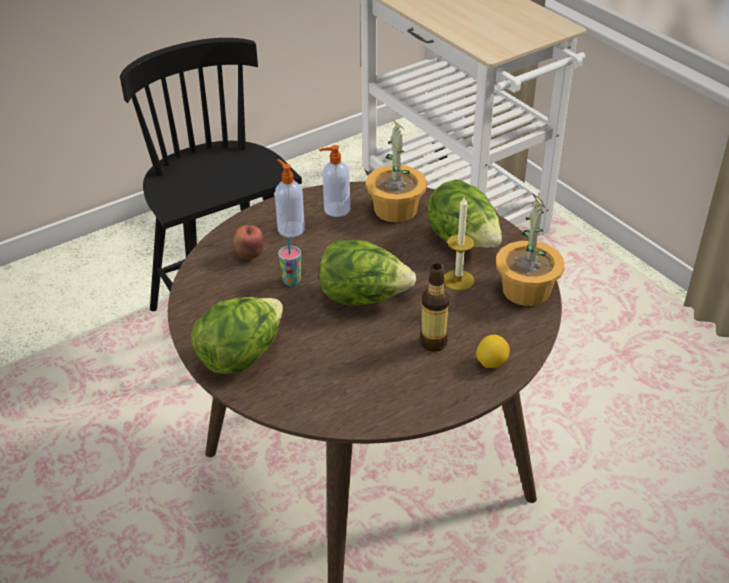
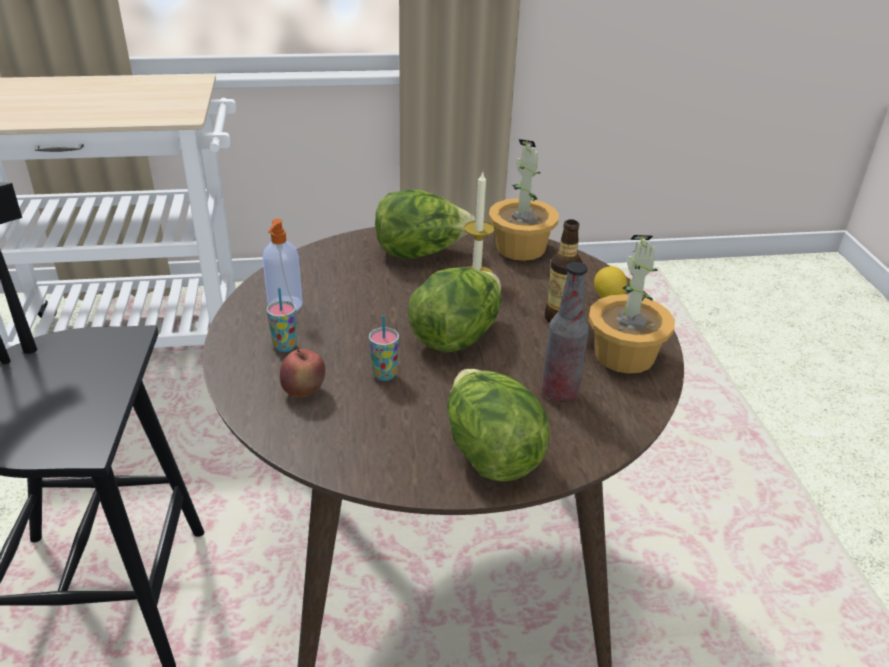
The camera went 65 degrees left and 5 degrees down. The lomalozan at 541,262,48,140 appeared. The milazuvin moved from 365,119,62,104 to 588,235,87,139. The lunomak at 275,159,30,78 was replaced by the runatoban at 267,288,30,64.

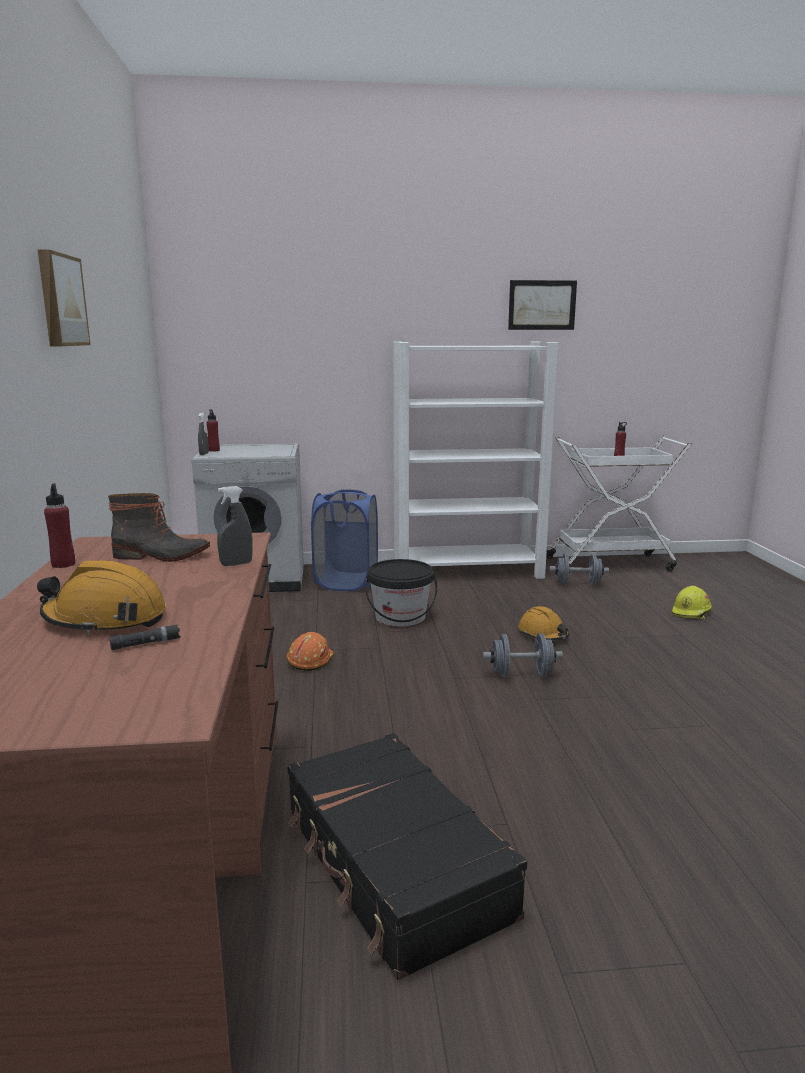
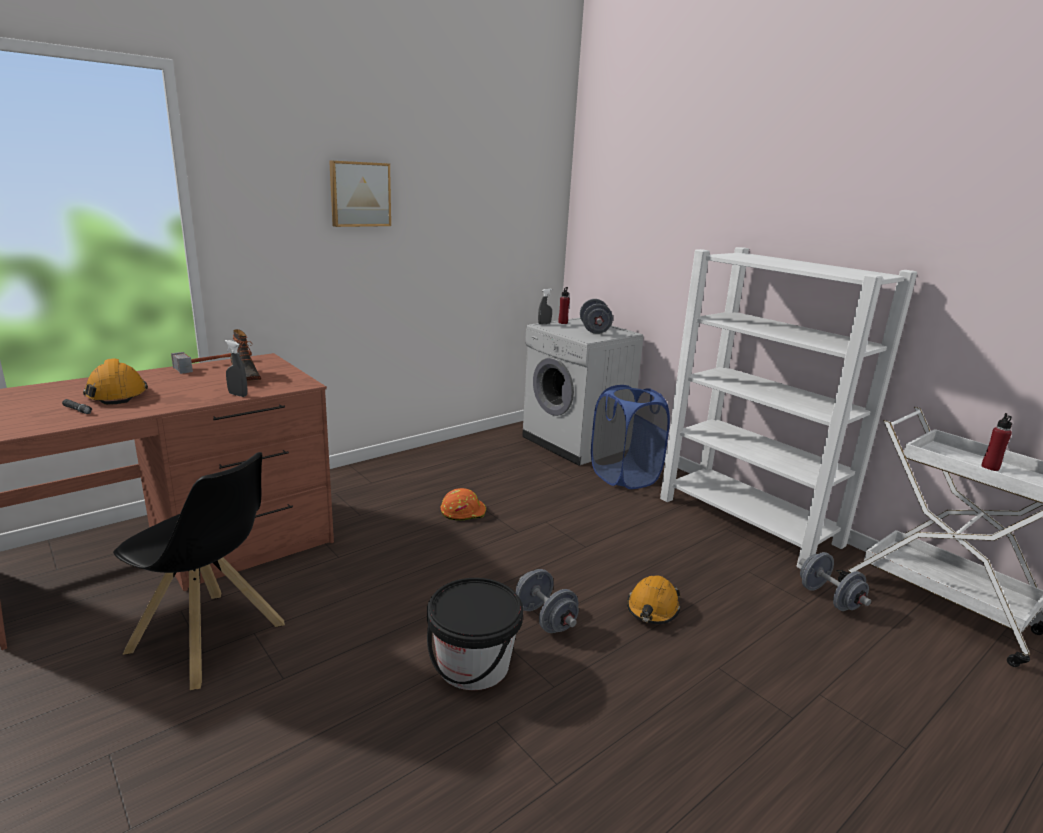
The camera went 55 degrees right and 5 degrees up. The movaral at 508,280,69,50 disappeared. The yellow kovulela at 672,586,40,33 disappeared. The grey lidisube at 580,299,33,35 appeared. The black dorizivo moved from 365,559,72,67 to 427,578,96,112. The red lomalozan at 44,483,31,85 was replaced by the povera at 171,350,81,24. The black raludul at 287,733,240,247 was replaced by the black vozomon at 113,452,172,238.

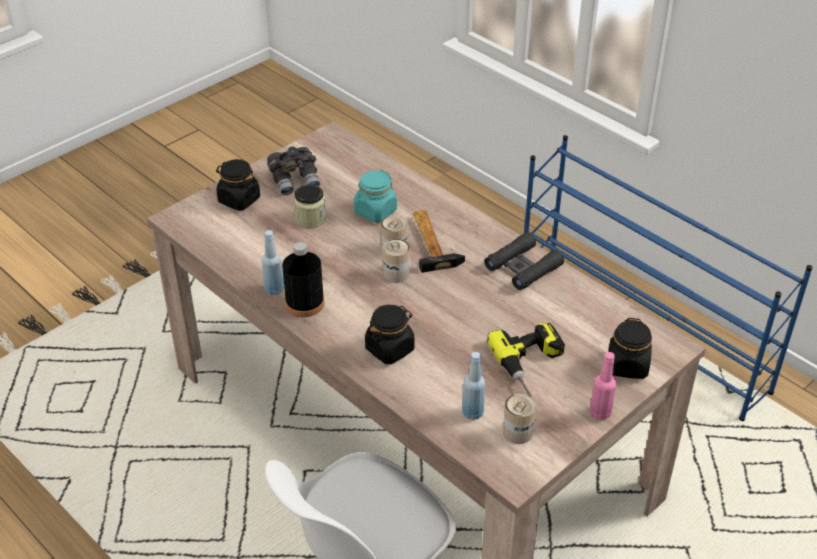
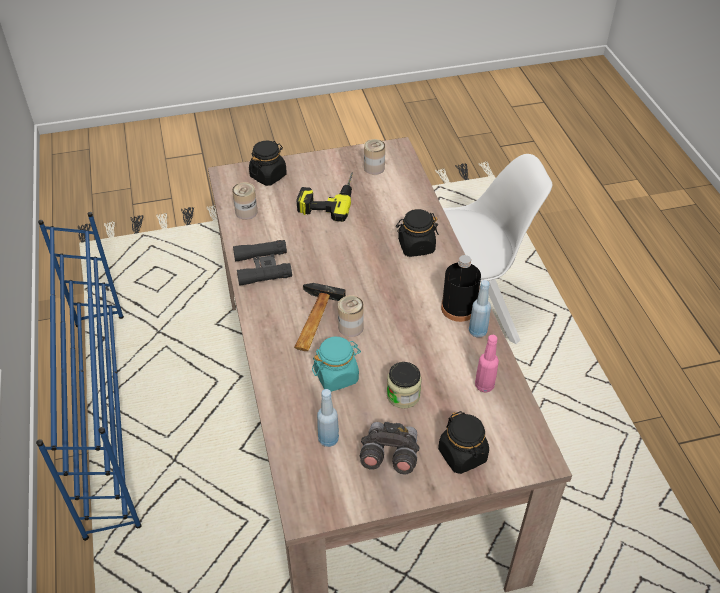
The camera went 150 degrees left and 5 degrees up. The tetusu moved from 383,239,27,44 to 232,182,26,38. The blue lomalozan moved from 462,352,23,68 to 317,389,22,58. The pink lomalozan moved from 589,352,27,68 to 475,335,24,57.

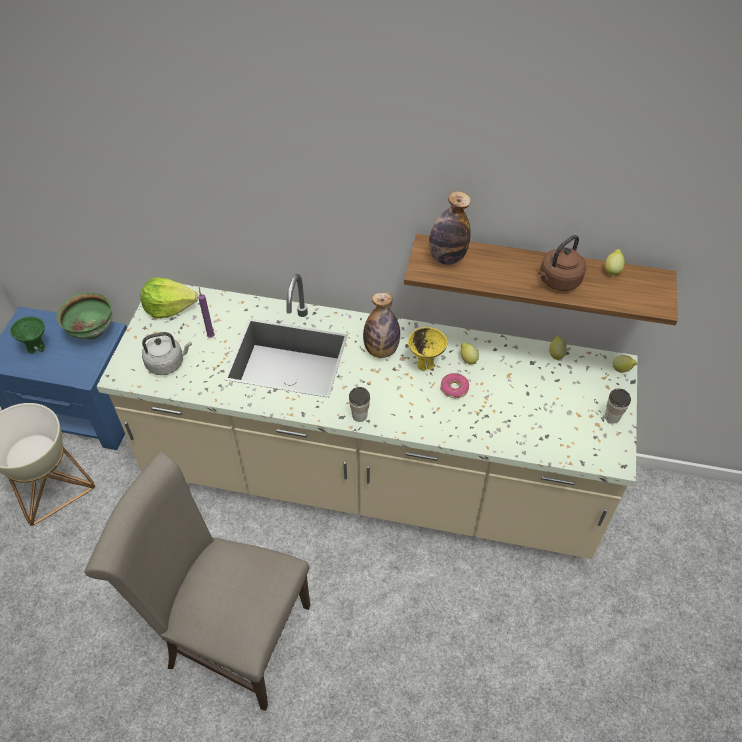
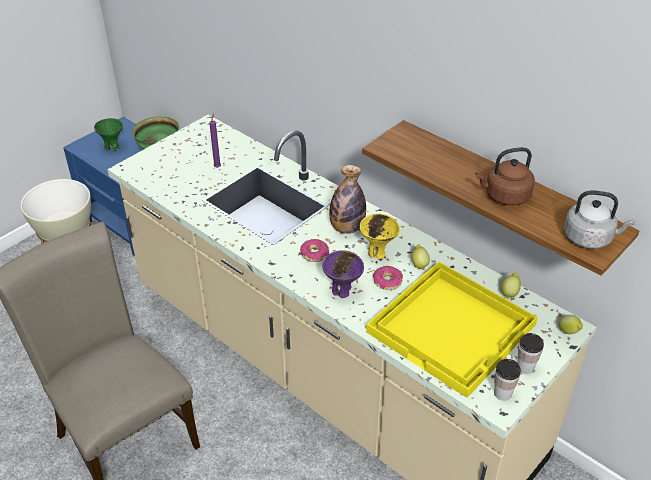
The camera went 30 degrees right and 10 degrees down. The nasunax at 141,277,57,41 disappeared. The lomalozan at 429,191,42,74 disappeared. The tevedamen at 605,249,20,28 disappeared. The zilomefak at 300,239,29,23 appeared. The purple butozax at 322,250,42,48 appeared. The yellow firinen at 366,262,172,136 appeared. The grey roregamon moved from 142,332,50,43 to 564,190,71,59. The runatoban moved from 349,387,21,35 to 494,359,27,42.

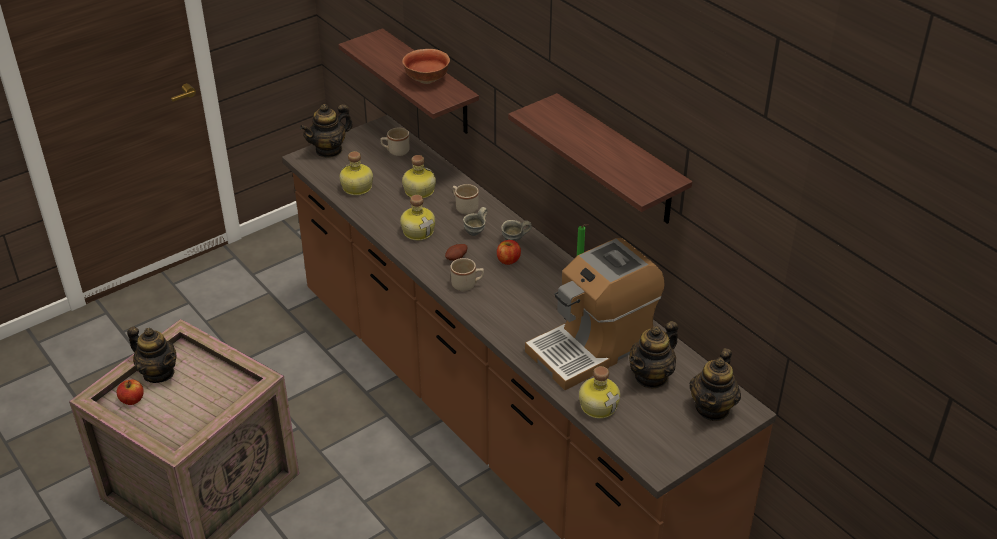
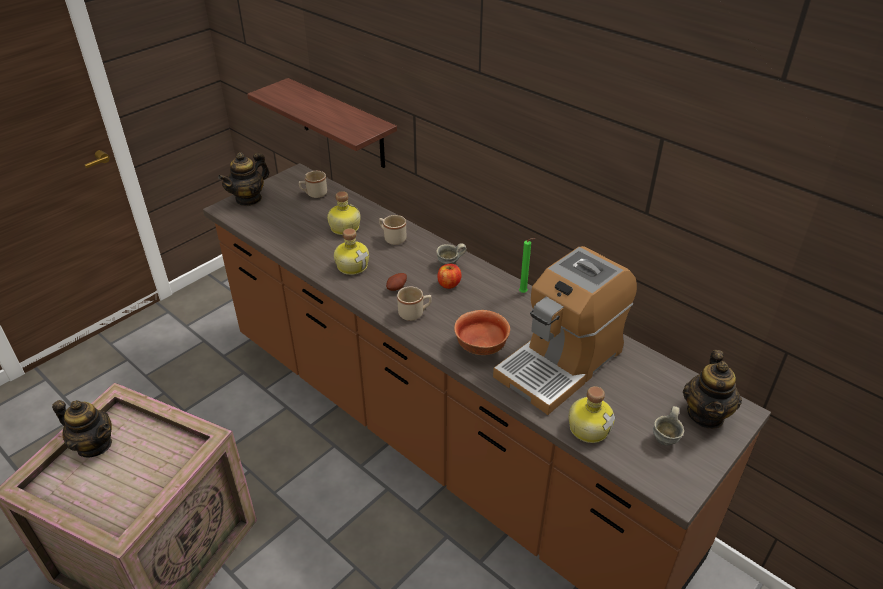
The camera went 10 degrees left and 0 degrees up. The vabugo at 117,380,27,25 disappeared. The lomalozan at 340,151,33,44 disappeared. The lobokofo at 508,93,184,131 disappeared. The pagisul at 629,321,49,68 disappeared. The butozax moved from 402,49,48,35 to 454,310,56,45. The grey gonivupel moved from 463,207,25,29 to 653,406,31,40.

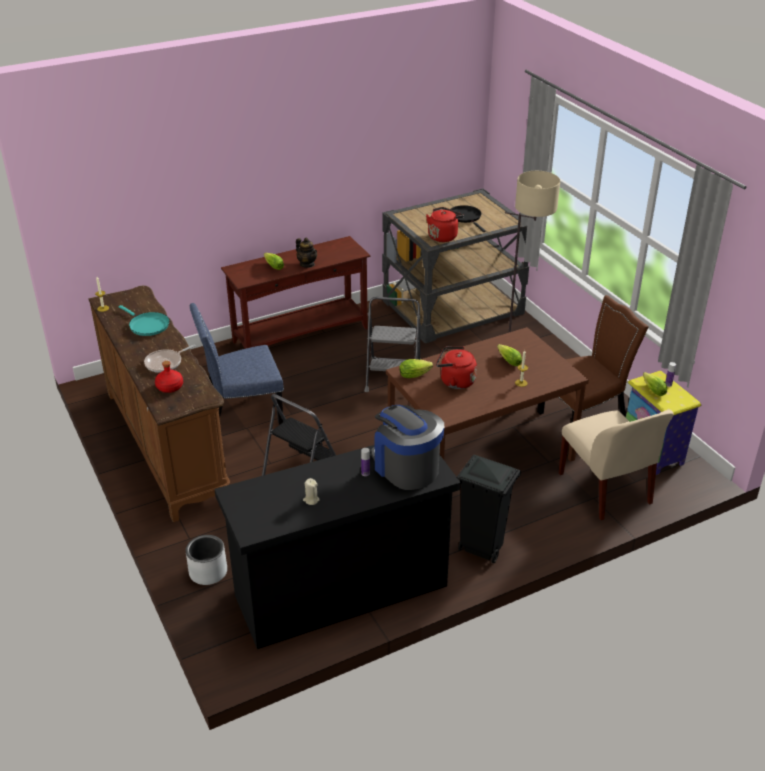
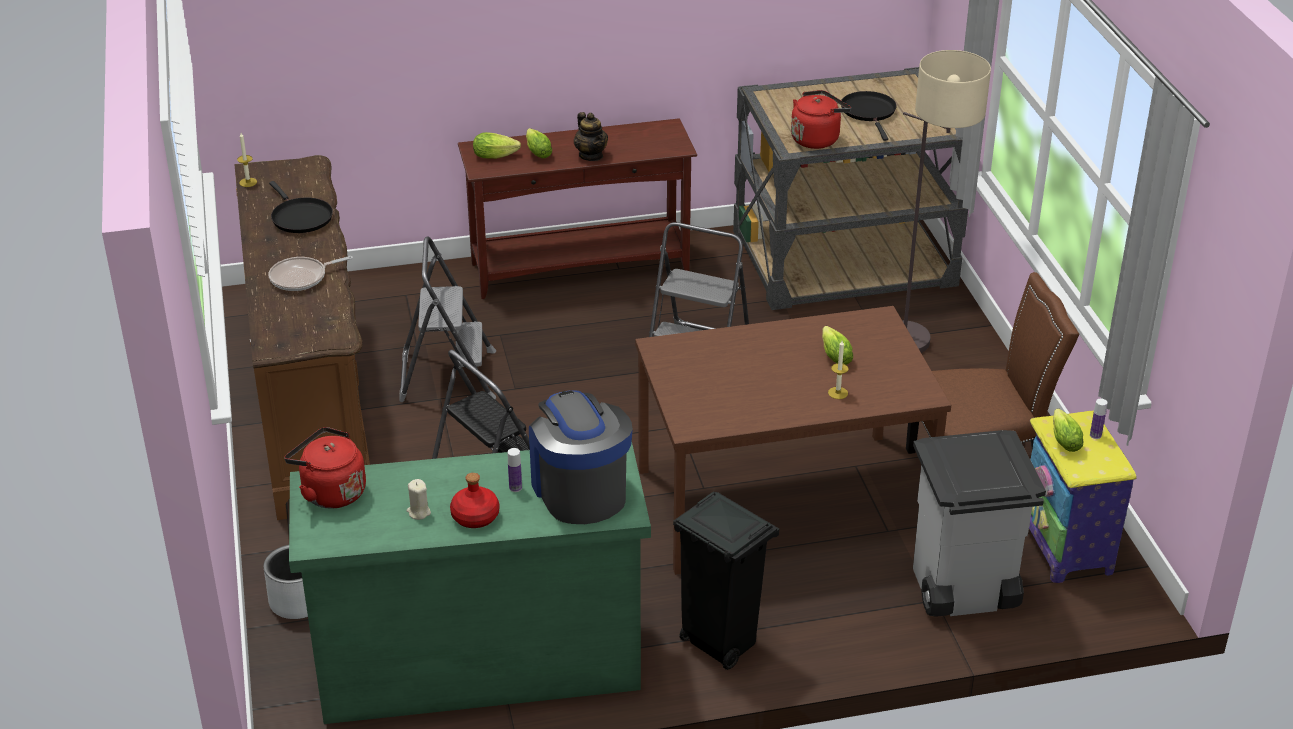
The camera went 15 degrees right and 0 degrees up. The red lomalozan moved from 155,361,28,32 to 450,473,49,55. The nasunax moved from 399,359,34,19 to 473,132,48,27. The red roregamon moved from 436,346,41,43 to 284,427,82,81. The blue vozomon at 190,303,94,122 was replaced by the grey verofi at 399,237,97,165. The beige vozomon at 559,410,115,110 was replaced by the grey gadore at 913,430,133,187. The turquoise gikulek at 119,305,50,31 became the black gikulek at 269,181,64,52. The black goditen at 214,445,247,204 became the green goditen at 289,442,362,282.

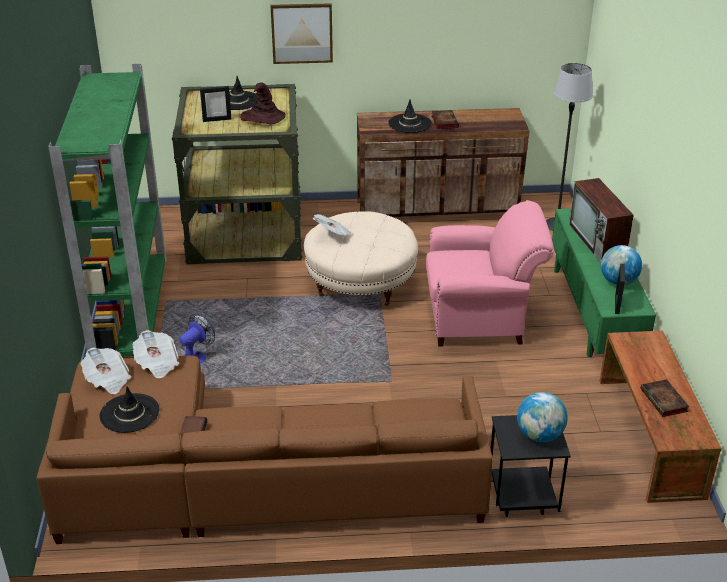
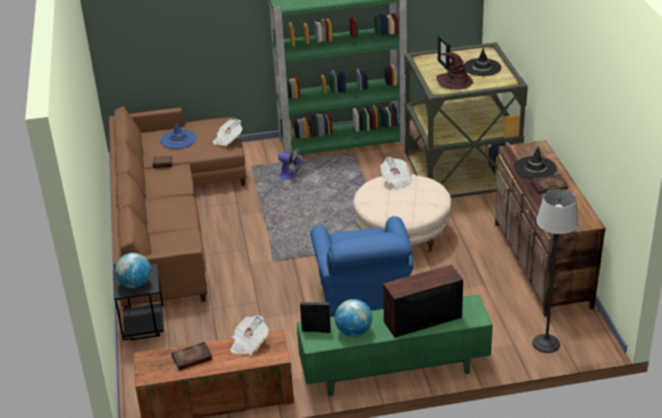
The camera went 85 degrees right and 0 degrees up. The movaral at 271,3,62,61 disappeared. The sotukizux moved from 81,347,50,47 to 231,315,37,40. The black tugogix at 100,386,59,47 became the blue tugogix at 161,122,36,27. The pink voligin at 426,200,128,147 became the blue voligin at 310,216,104,101.

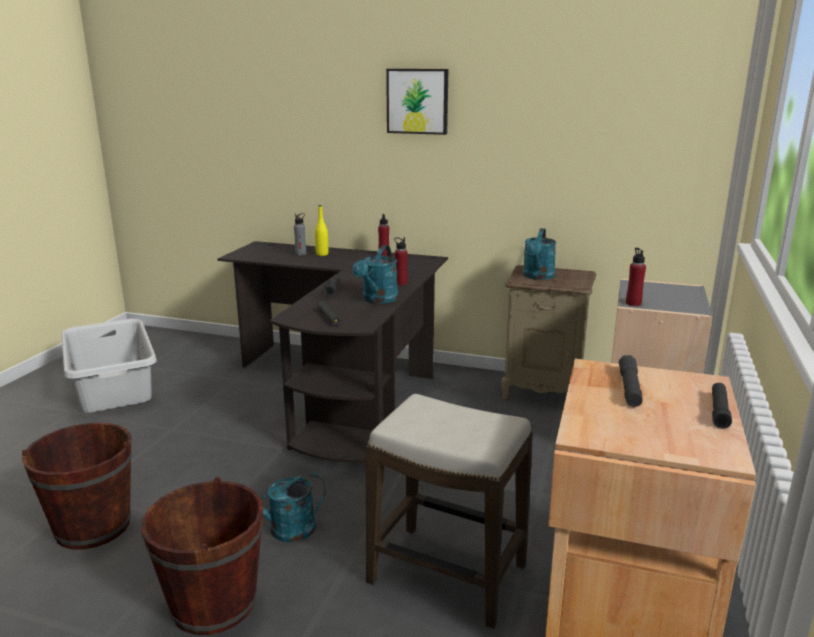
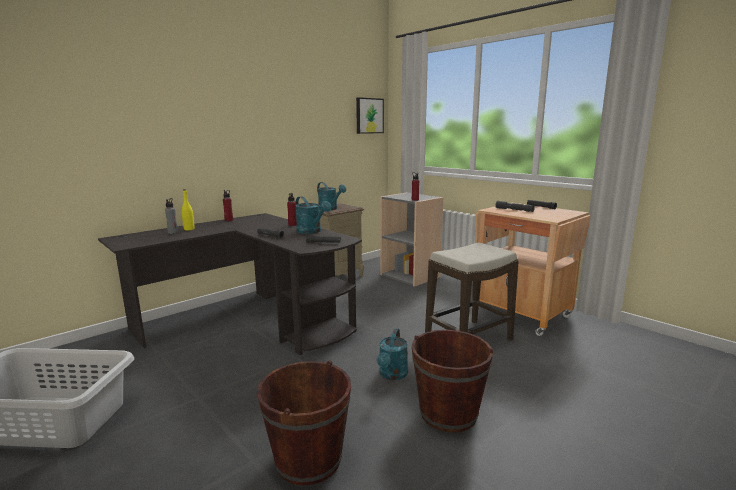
The camera went 60 degrees left and 5 degrees down. The movaral moved from 386,69,62,66 to 356,97,28,37.

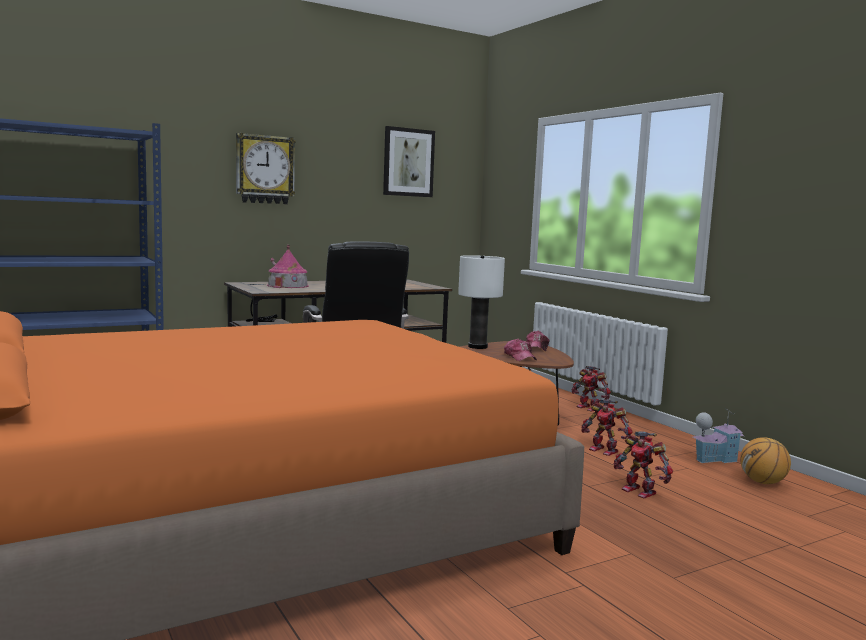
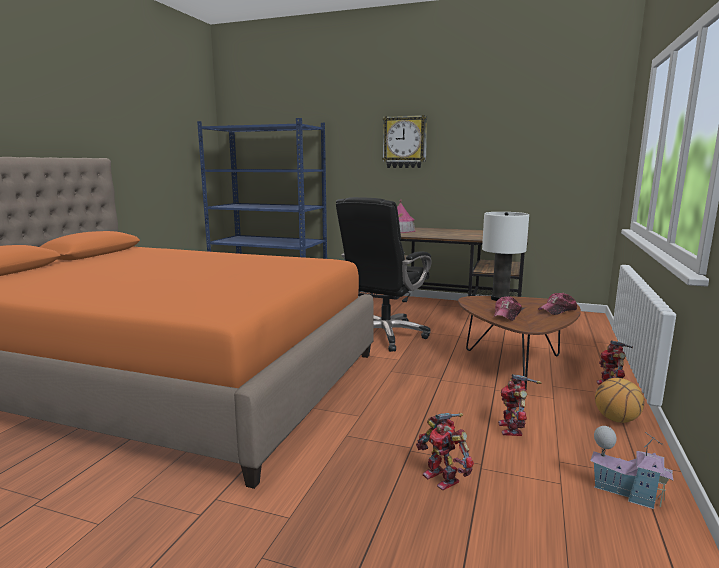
The camera went 50 degrees right and 5 degrees up. The movaral at 383,126,52,71 disappeared. The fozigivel moved from 740,437,51,47 to 595,378,49,45. The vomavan at 614,432,59,66 turned 45 degrees counterclockwise.

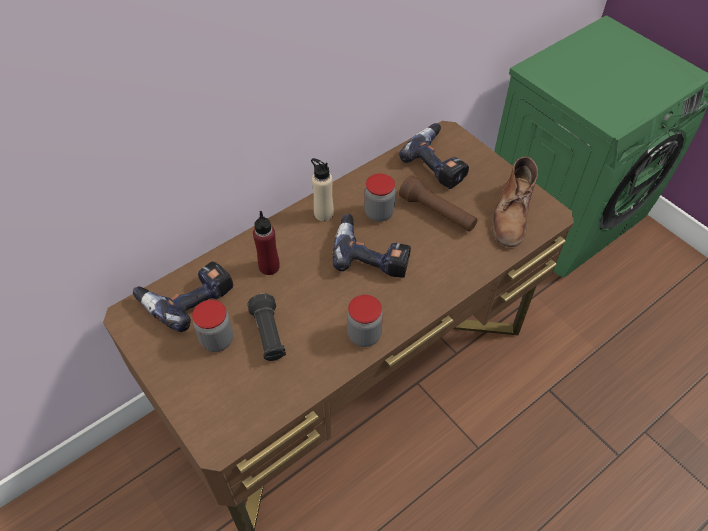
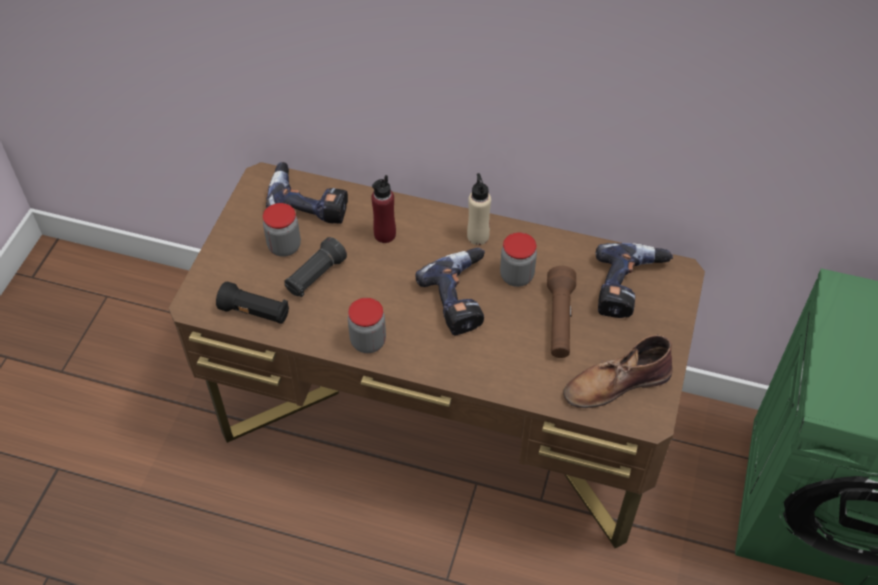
The camera went 55 degrees right and 0 degrees up. The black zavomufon at 216,282,73,42 appeared.

